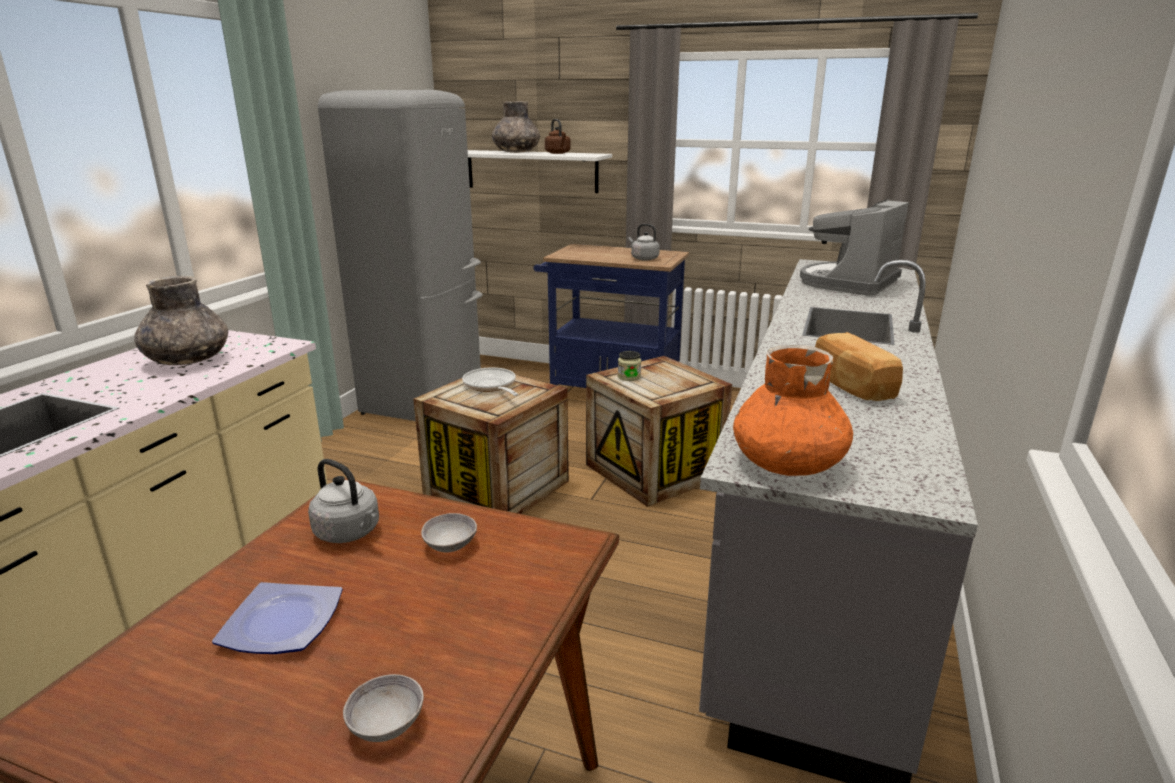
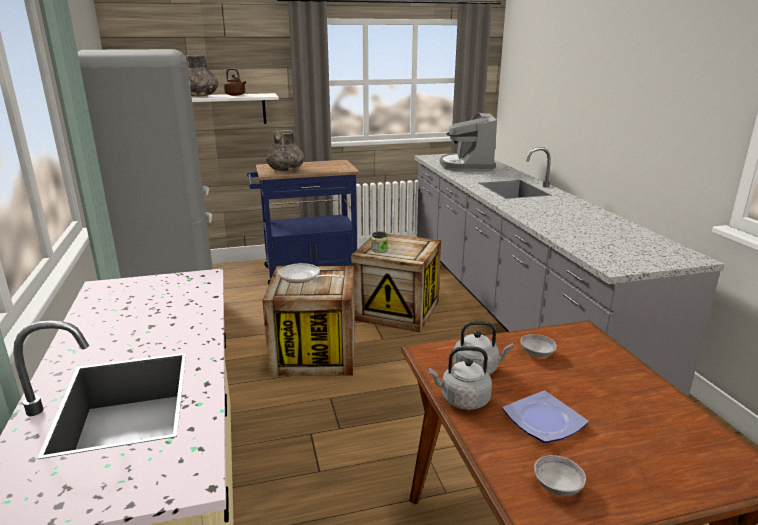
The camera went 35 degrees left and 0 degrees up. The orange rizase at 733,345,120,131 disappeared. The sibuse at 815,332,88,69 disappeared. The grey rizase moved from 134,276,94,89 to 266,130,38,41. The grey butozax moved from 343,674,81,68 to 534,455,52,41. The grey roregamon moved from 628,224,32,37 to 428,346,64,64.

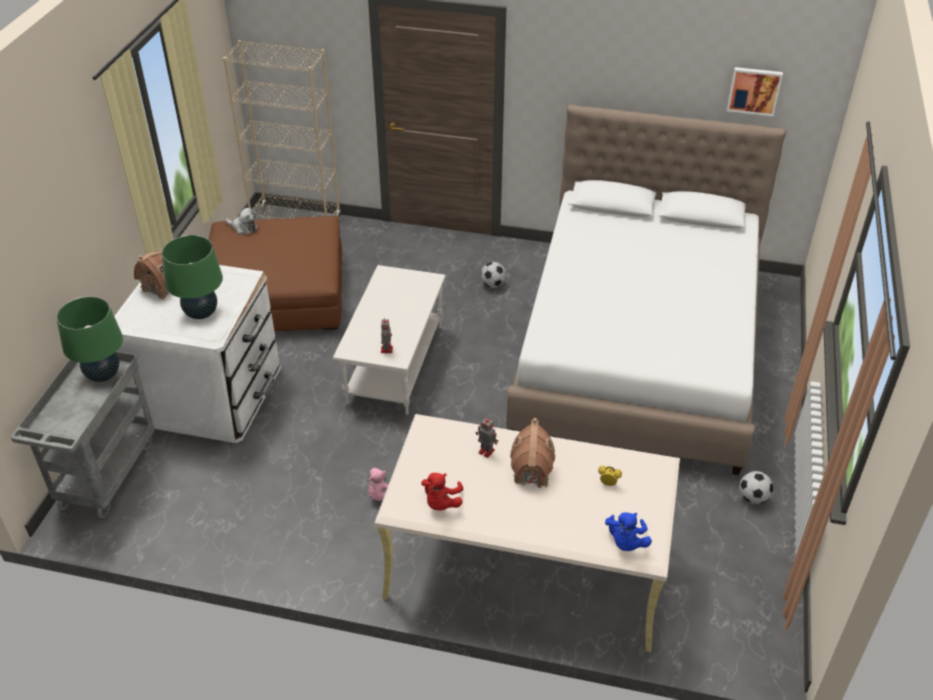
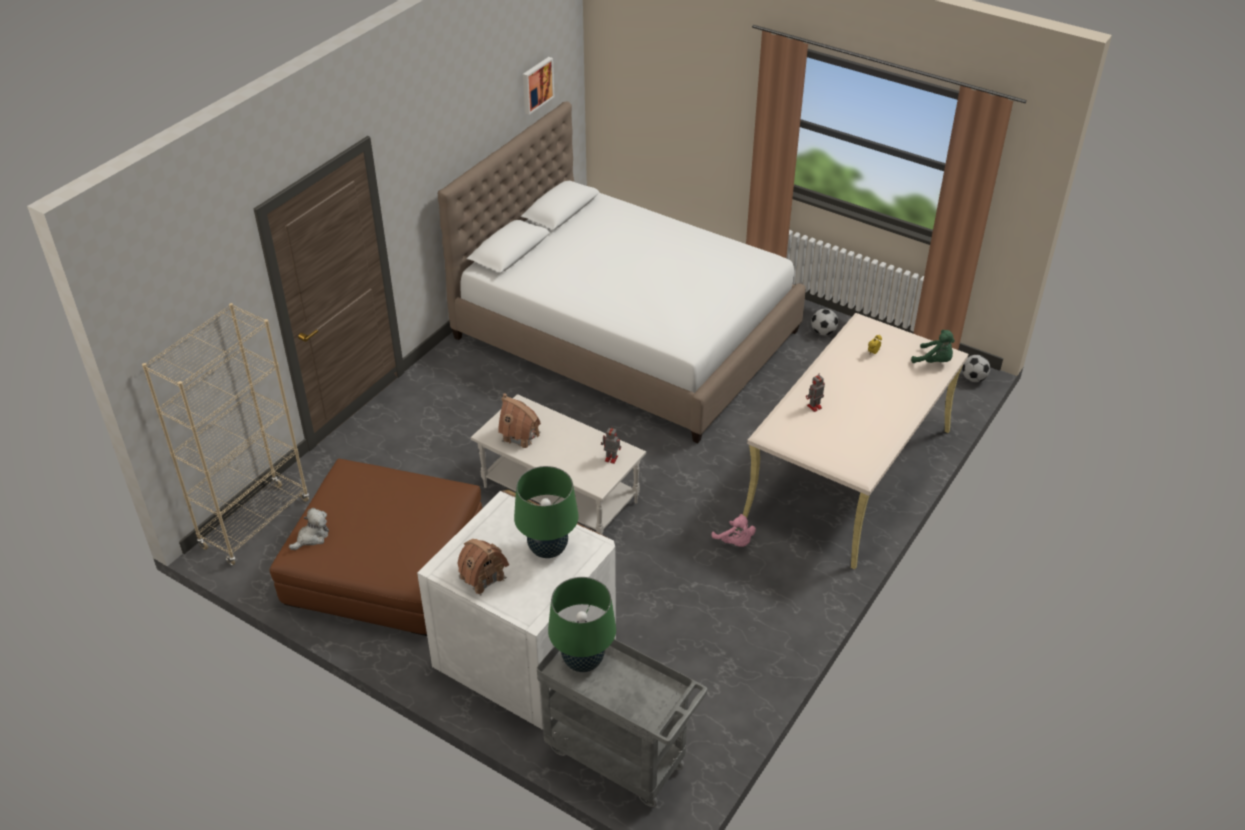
The camera went 70 degrees left and 0 degrees up. The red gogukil at 421,473,42,37 disappeared. The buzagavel moved from 481,262,25,26 to 962,355,28,27. The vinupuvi moved from 510,418,45,70 to 498,393,43,55. The blue gogukil at 605,512,47,39 became the green gogukil at 911,330,44,33.

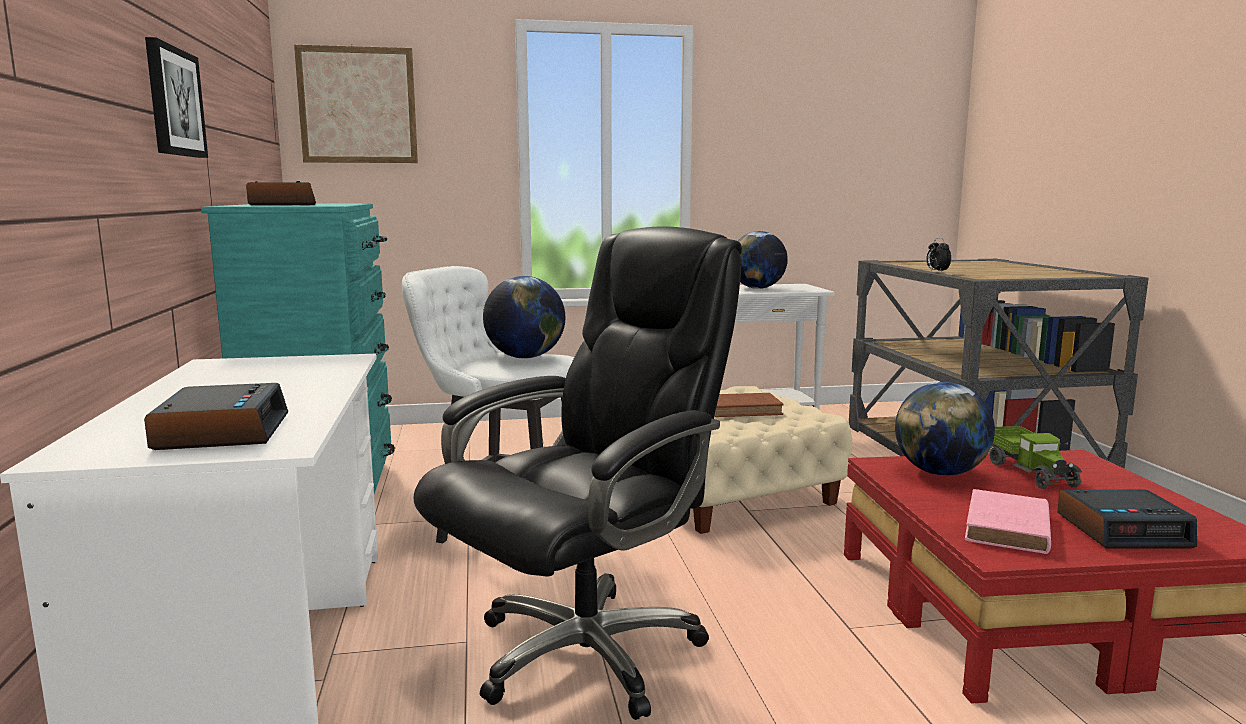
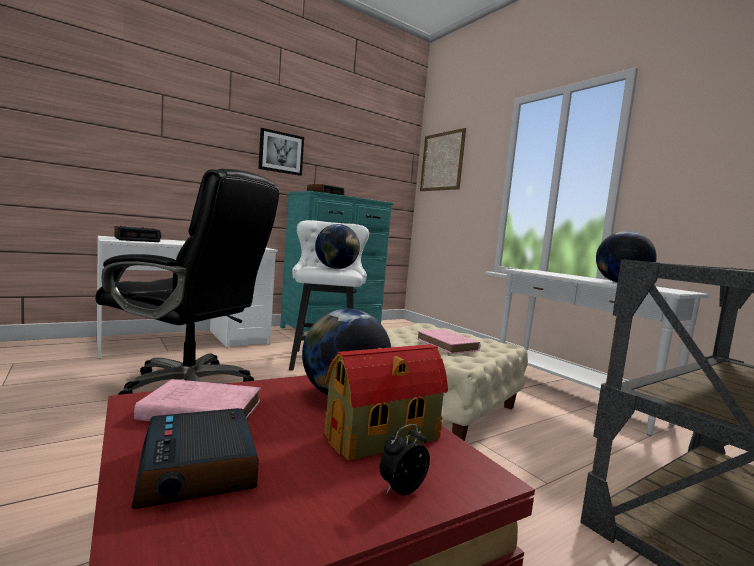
The camera went 65 degrees right and 5 degrees down. The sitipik moved from 926,238,25,34 to 380,424,50,71. The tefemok at 990,426,92,63 was replaced by the vinupuvi at 324,344,124,117. The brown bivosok at 715,393,69,24 became the pink bivosok at 416,329,65,25.

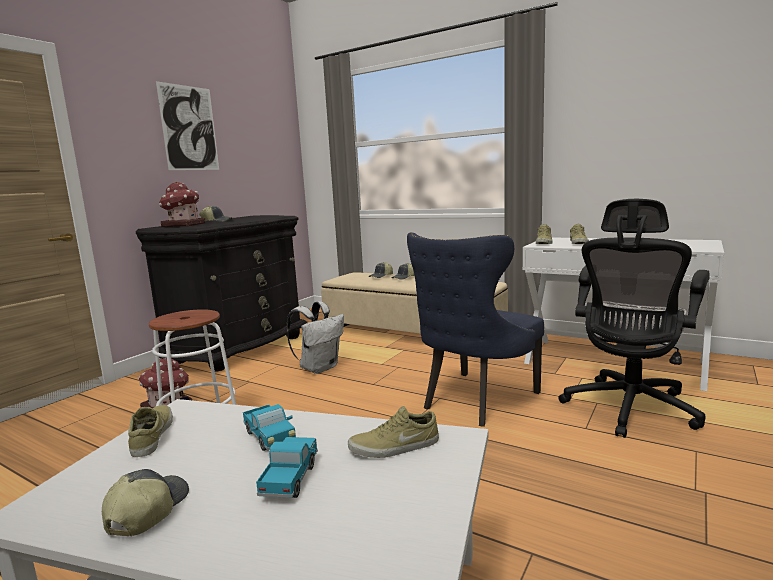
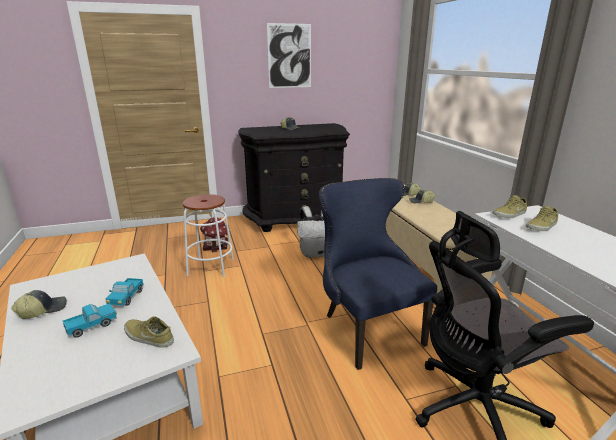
The camera went 40 degrees right and 10 degrees up. The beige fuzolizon at 128,405,45,52 disappeared. The vinupuvi at 159,182,46,45 disappeared. The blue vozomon at 407,232,137,195 turned 75 degrees clockwise.

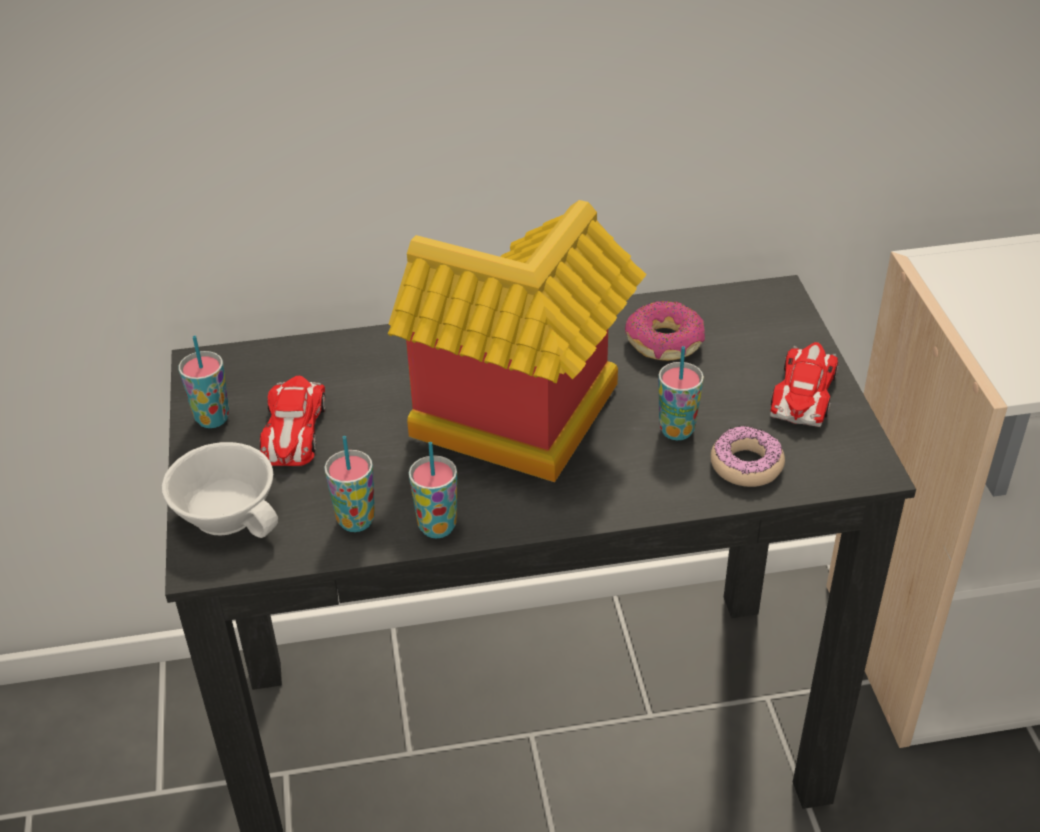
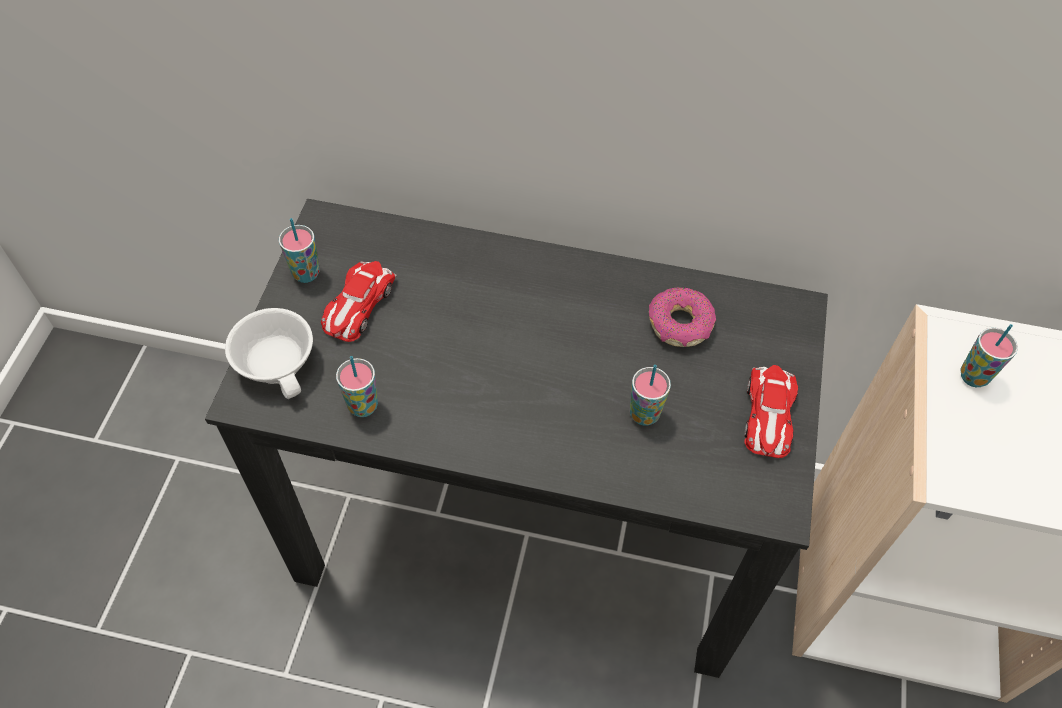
The camera went 20 degrees right and 15 degrees up. The vinupuvi at 388,200,258,282 disappeared. The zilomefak at 711,426,74,61 disappeared. The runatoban moved from 409,442,48,96 to 961,324,57,63. The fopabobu at 770,342,68,85 turned 150 degrees clockwise.

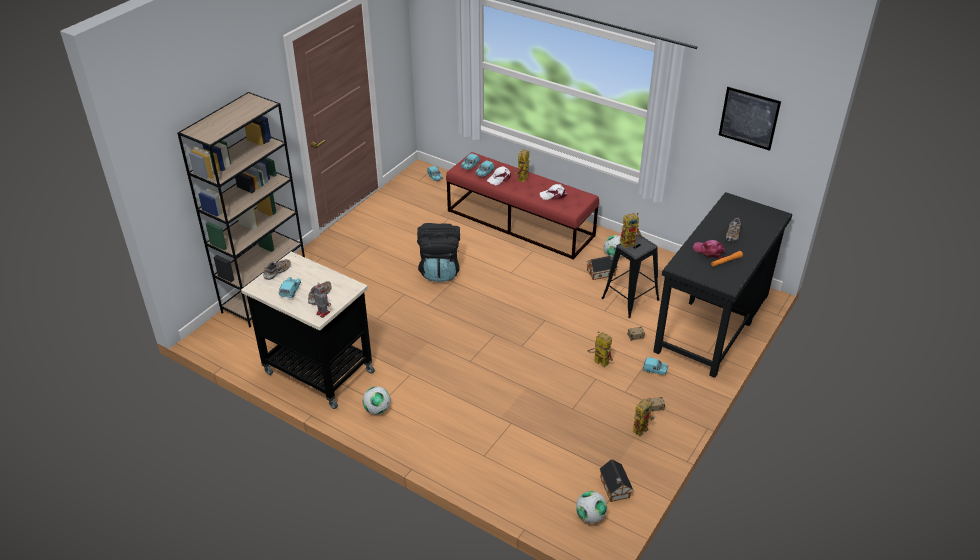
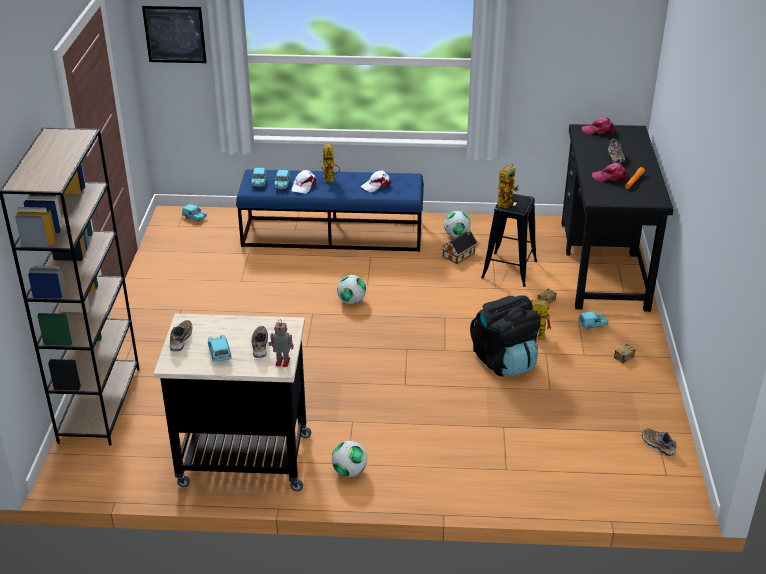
The camera went 30 degrees left and 5 degrees down. The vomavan at 633,398,22,39 disappeared. The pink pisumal at 582,117,34,17 appeared. The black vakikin moved from 417,223,43,59 to 470,296,71,80. The buzagavel moved from 576,491,31,32 to 337,275,29,29. The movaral moved from 719,87,62,64 to 142,6,65,57. The vinupuvi at 600,459,33,43 was replaced by the fuzolizon at 642,428,35,28. The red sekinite at 446,152,153,108 became the blue sekinite at 236,169,188,83.

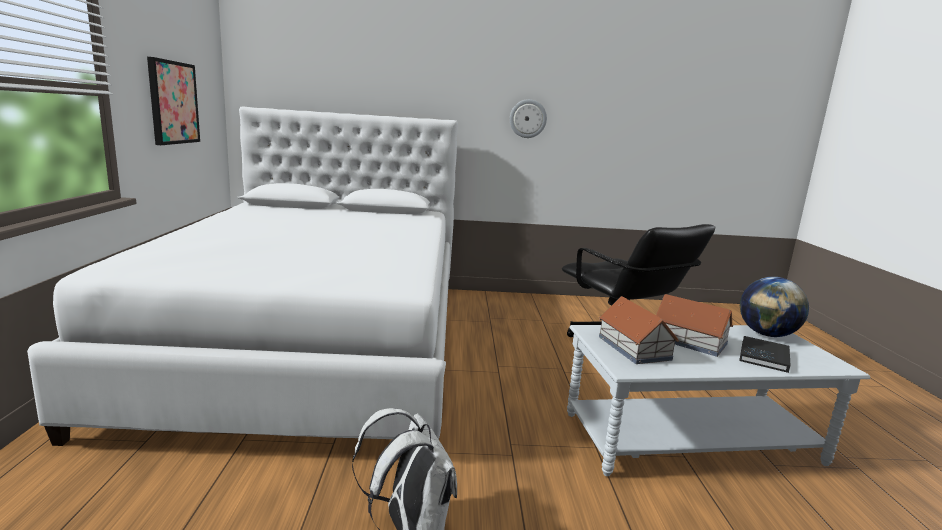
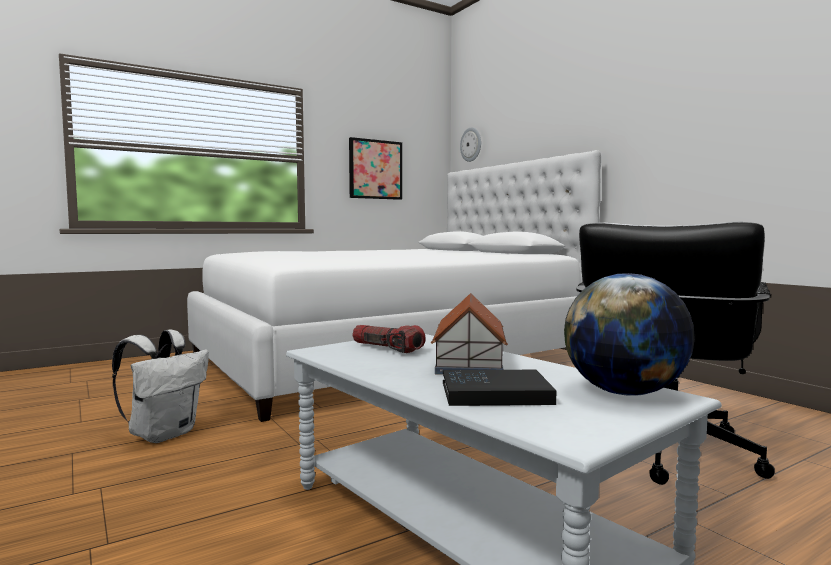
The camera went 60 degrees right and 10 degrees down. The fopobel moved from 510,99,37,39 to 460,127,21,35. The vinupuvi at 599,296,80,68 was replaced by the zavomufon at 353,325,73,28.

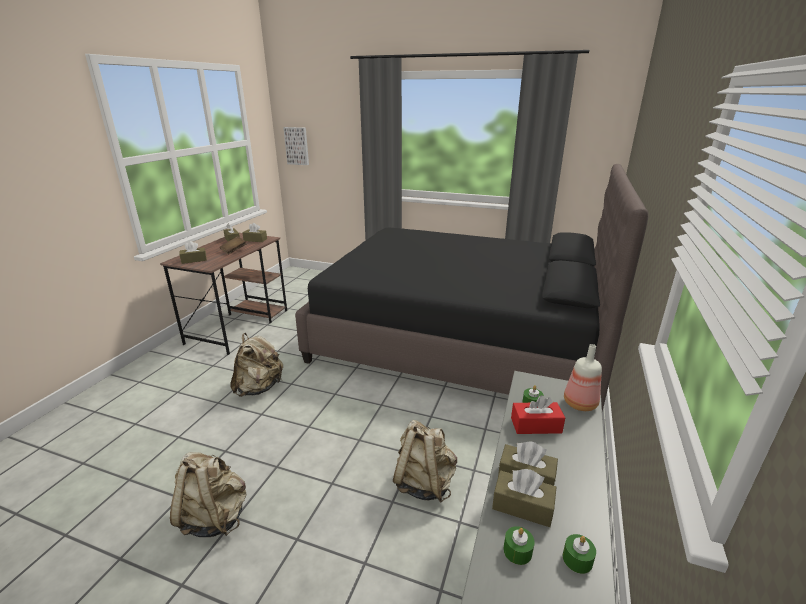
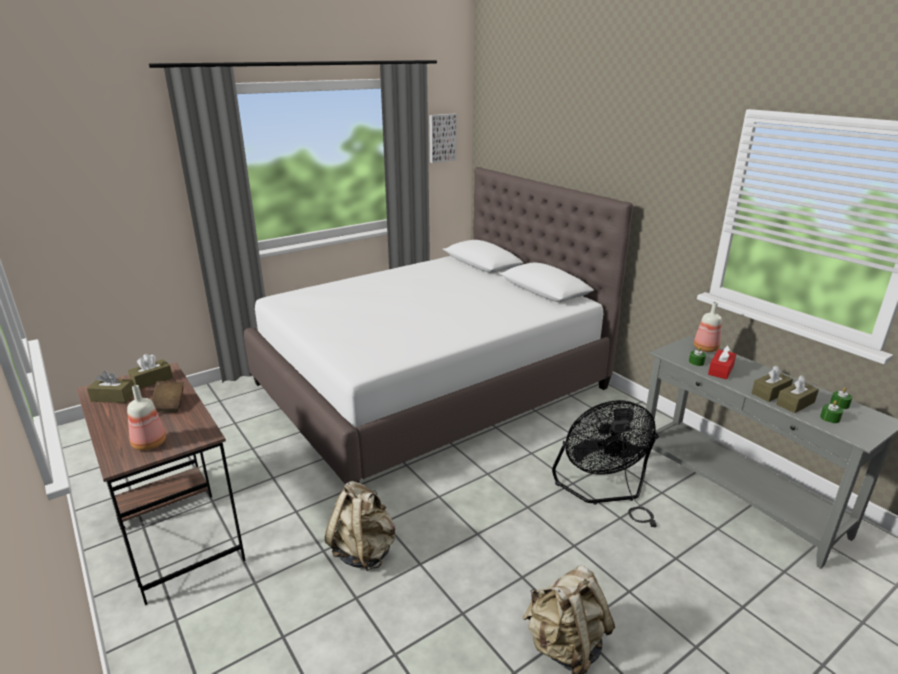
The camera went 55 degrees left and 0 degrees up. The movaral moved from 283,127,26,38 to 429,114,28,49. The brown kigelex at 179,241,28,23 was replaced by the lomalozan at 127,385,39,66. The beige vakikin at 393,420,64,82 was replaced by the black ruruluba at 552,400,107,127. The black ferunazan at 295,164,353,247 became the white ferunazan at 244,167,389,317.

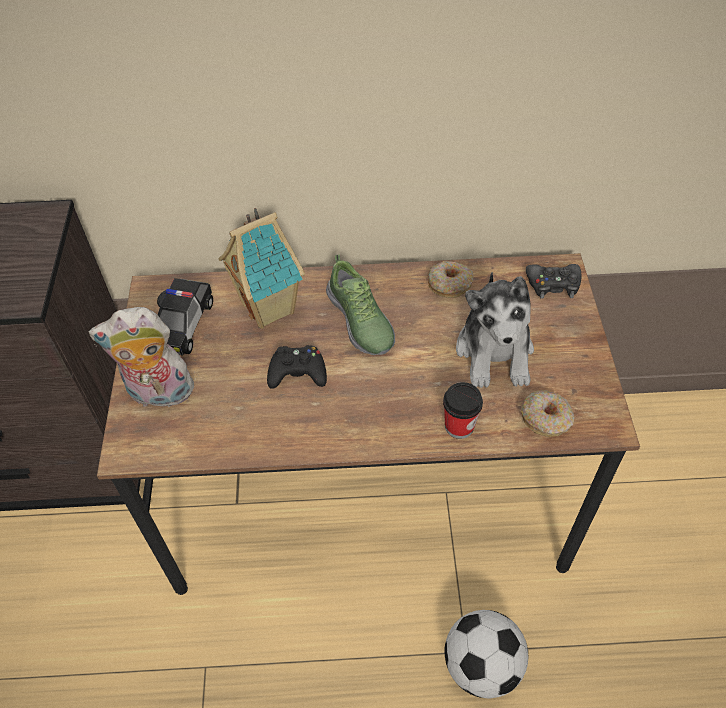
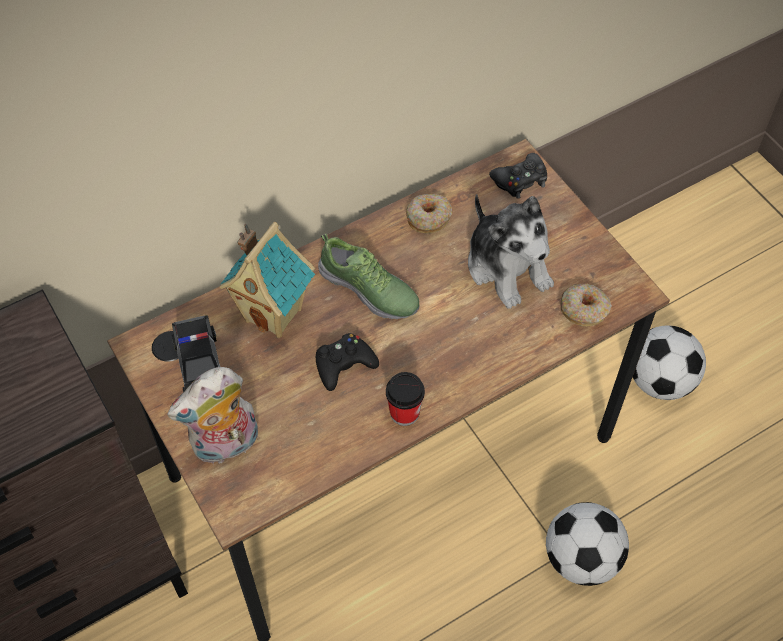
The camera went 30 degrees left and 5 degrees up. The buzagavel at 633,325,73,75 appeared. The runatoban moved from 443,382,40,57 to 386,372,39,54.

